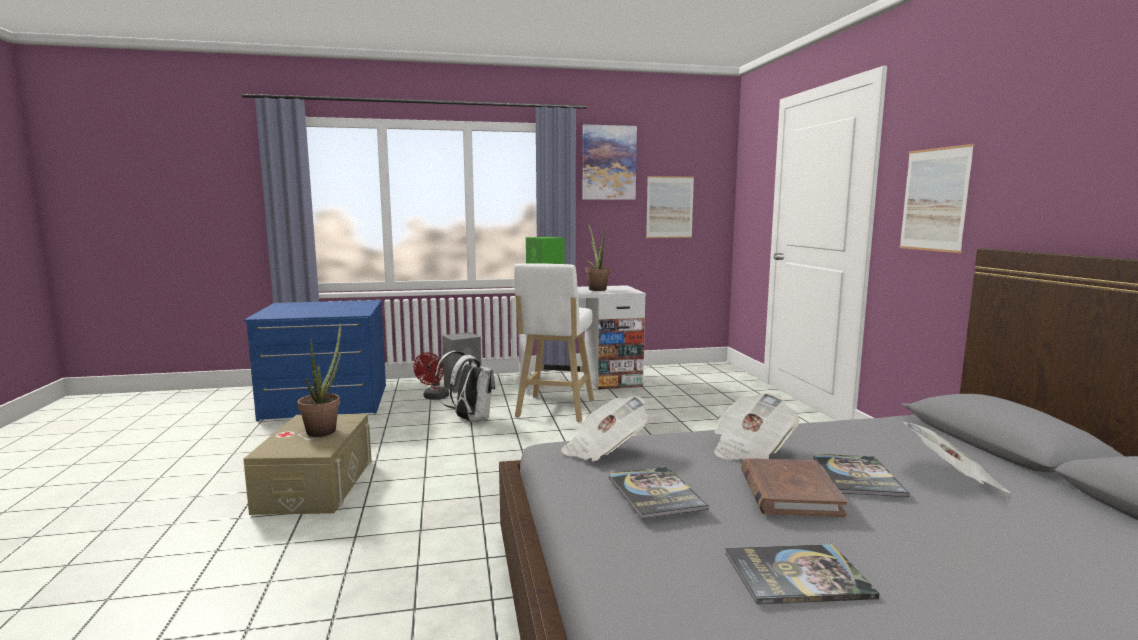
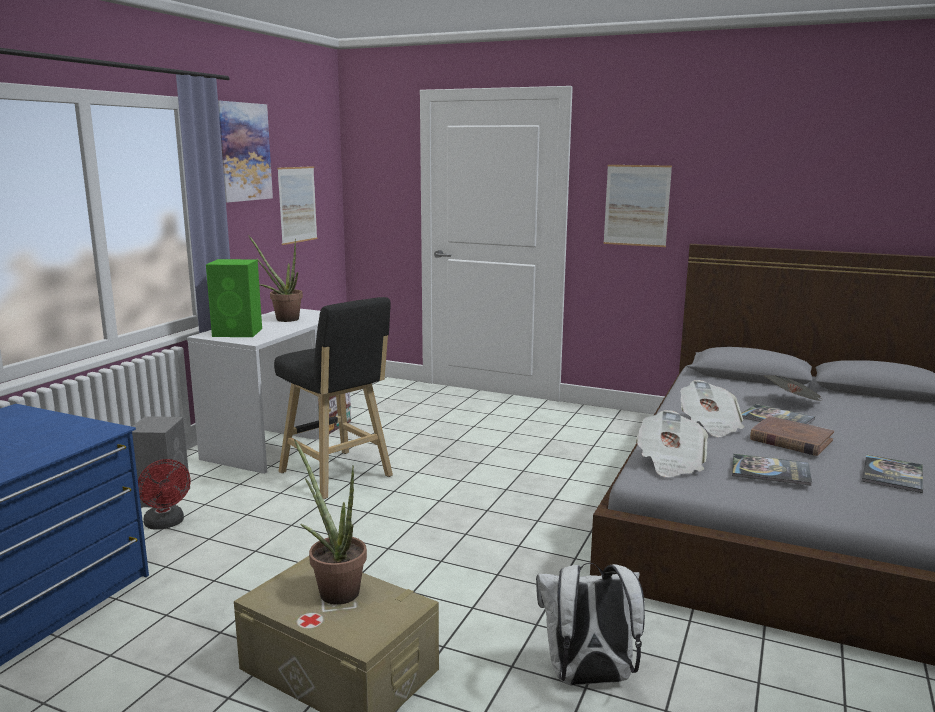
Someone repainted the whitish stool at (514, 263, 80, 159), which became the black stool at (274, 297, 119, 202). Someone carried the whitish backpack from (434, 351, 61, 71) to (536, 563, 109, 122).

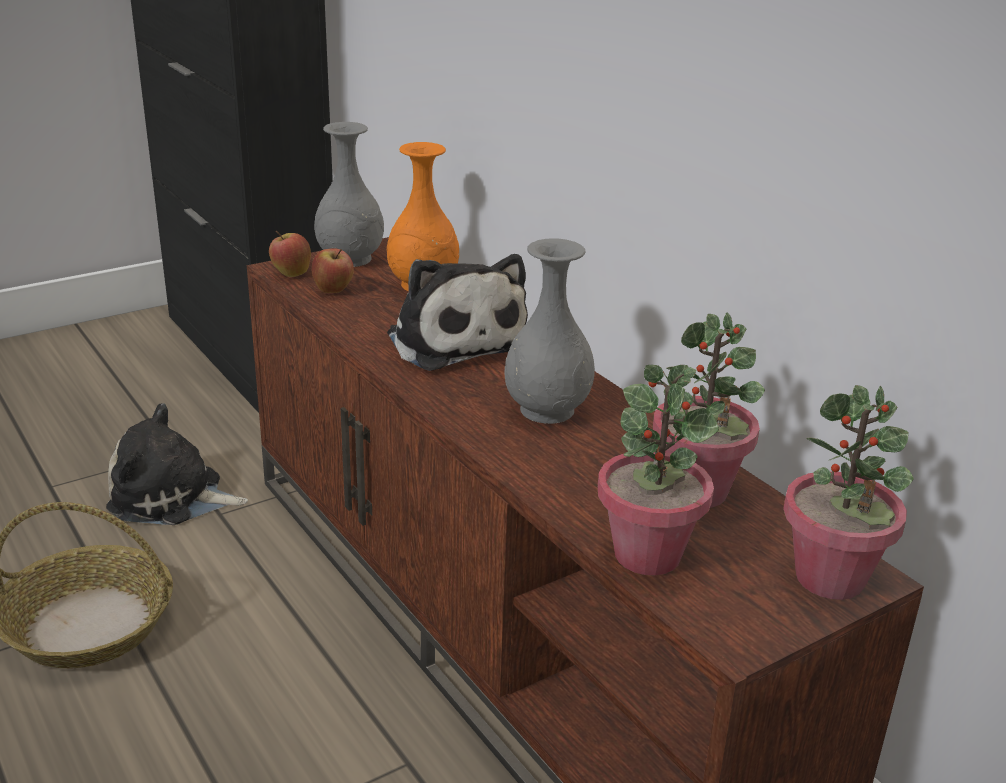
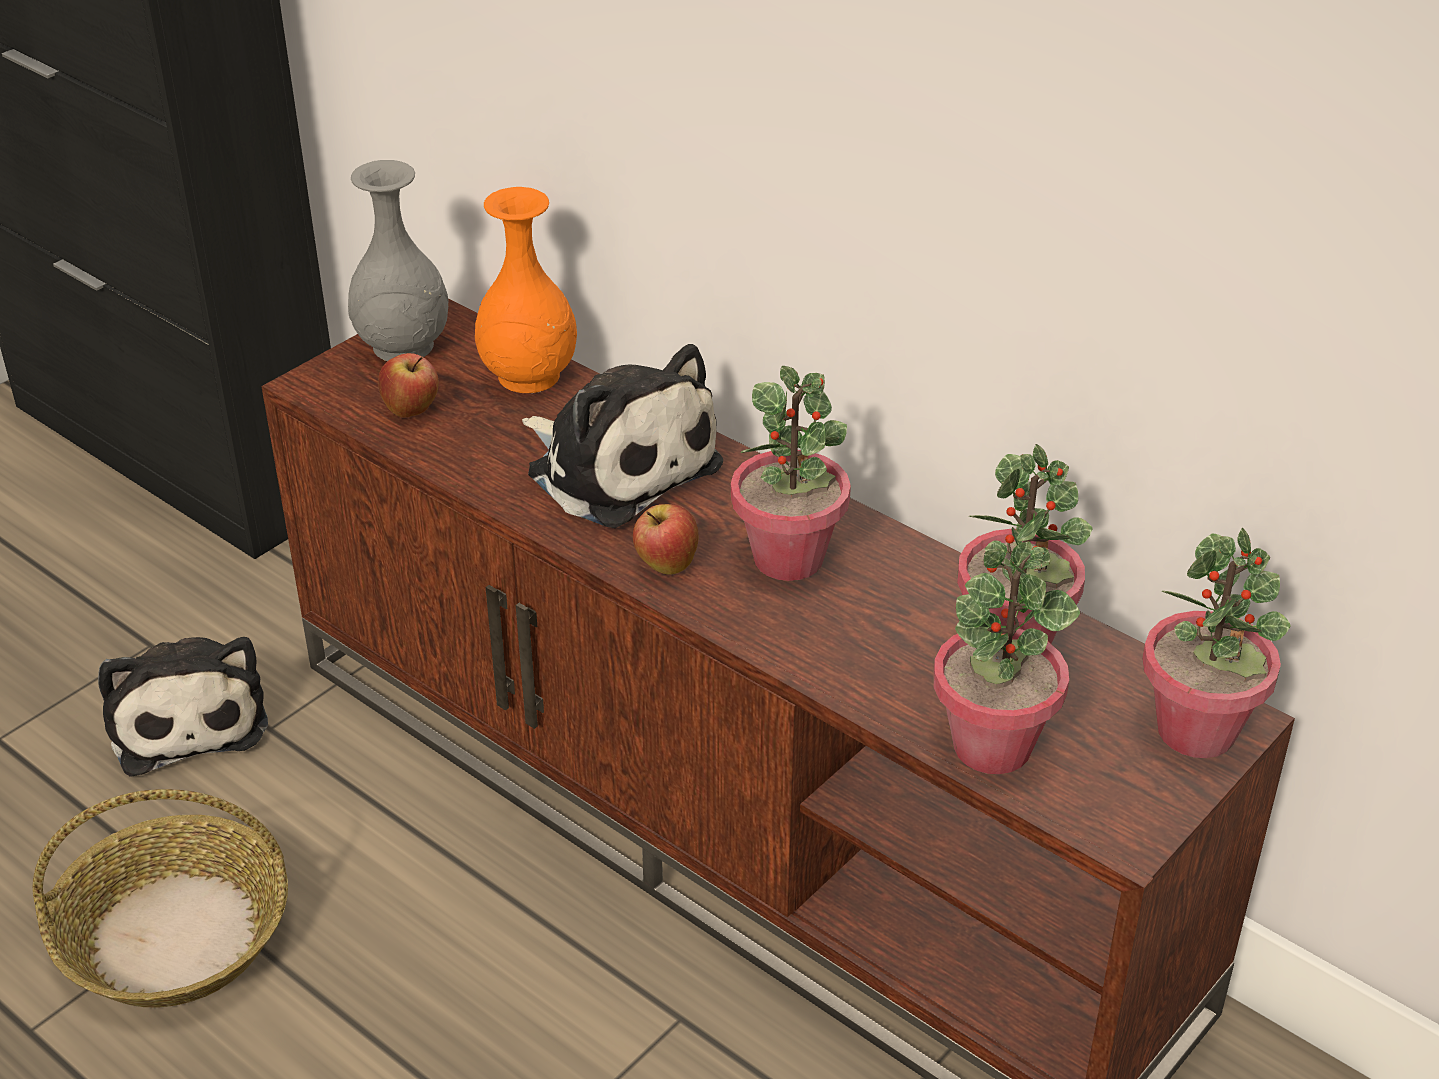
Someone carried the apple fruit from (269, 230, 42, 47) to (633, 504, 66, 71). Someone swapped the grey vase at (504, 239, 91, 185) for the houseplant at (731, 366, 120, 215). Someone rotated the soft toy at (106, 403, 142, 122) by 105 degrees counterclockwise.

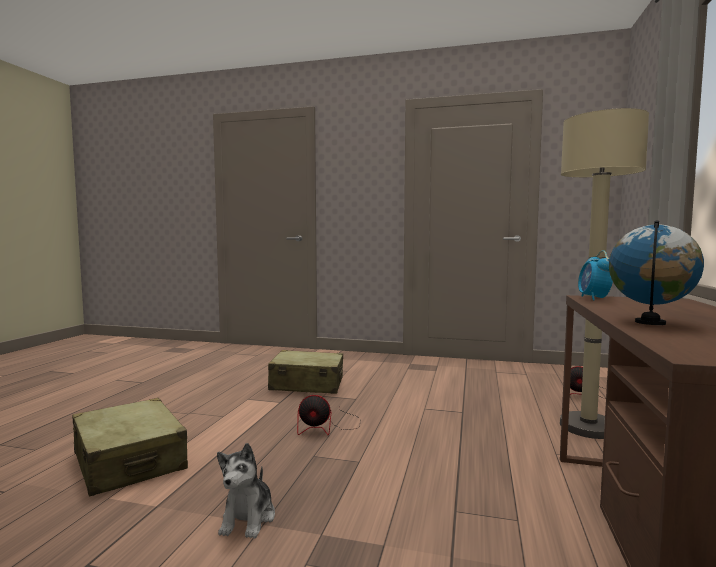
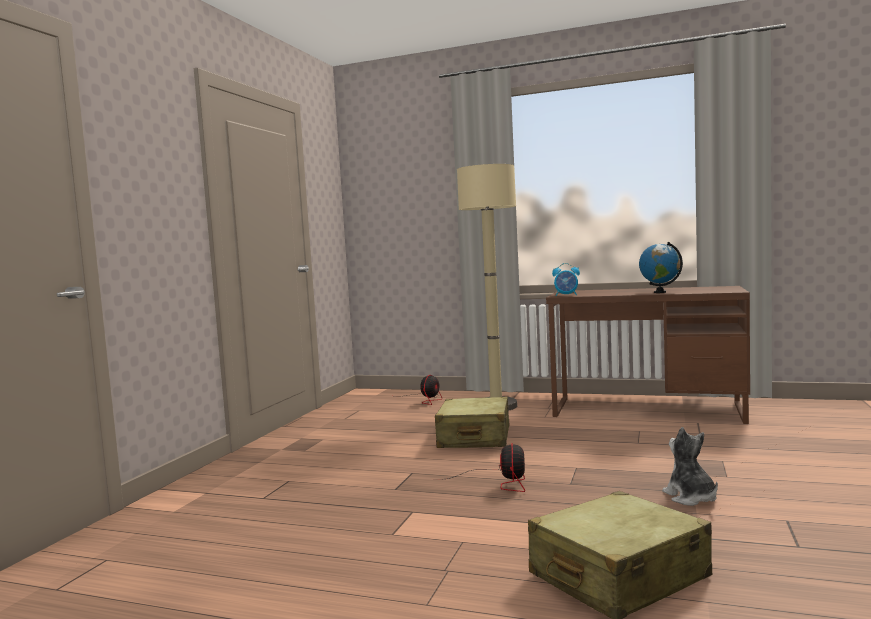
Someone carried the beige piece of luggage from (268, 350, 75, 44) to (435, 397, 75, 51). Someone rotated the soft toy at (217, 443, 58, 96) by 120 degrees counterclockwise.

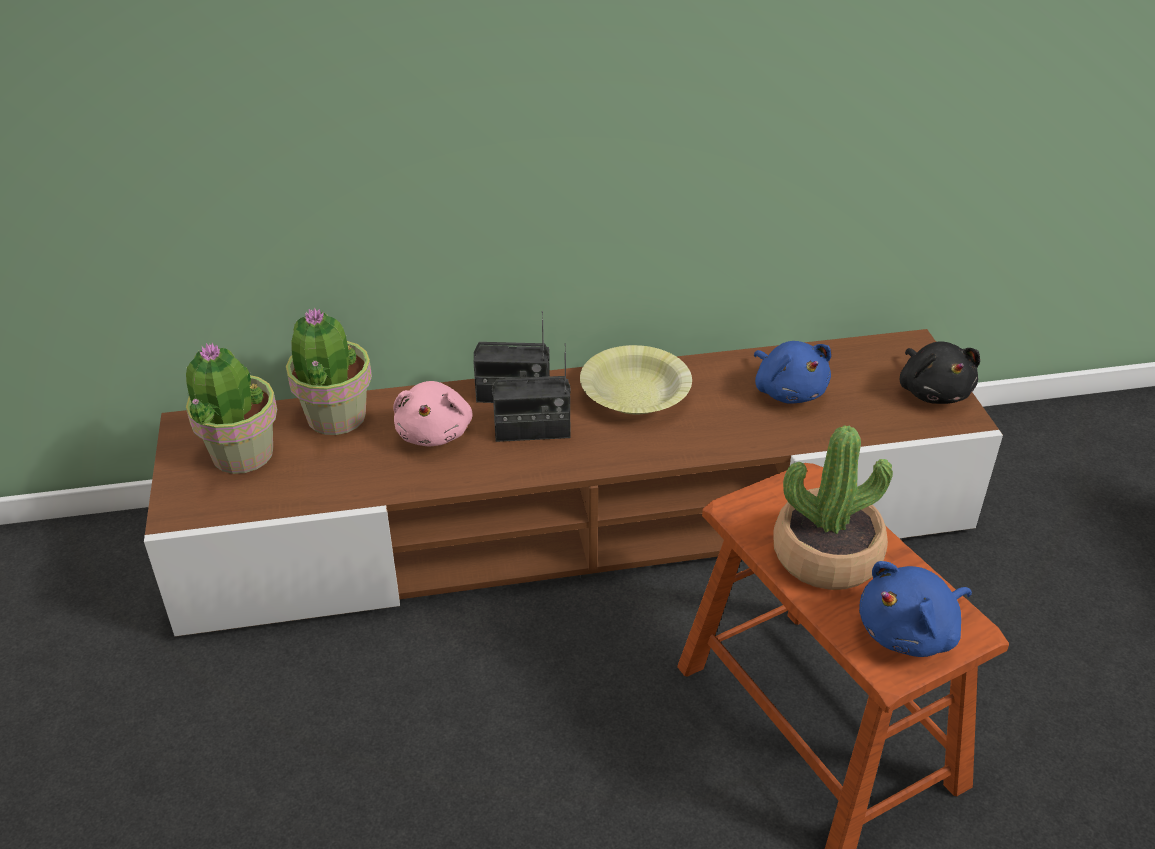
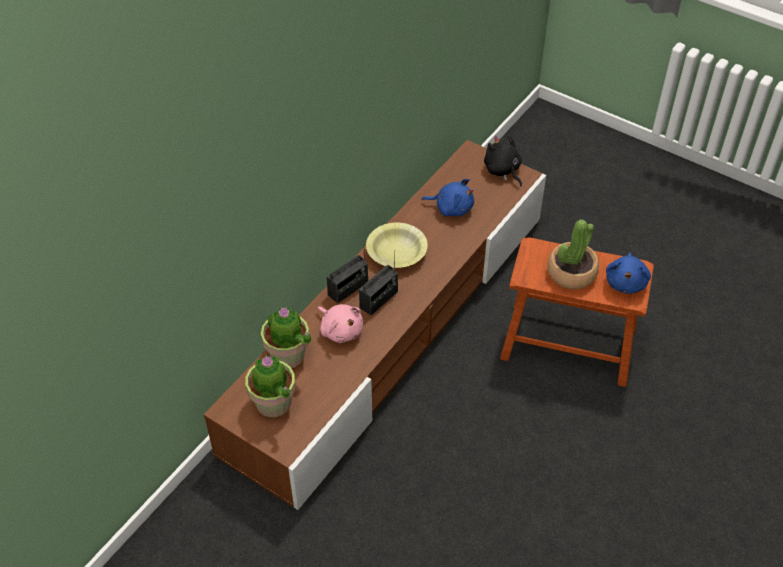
Someone rotated the black soft toy at (900, 341, 80, 63) by 150 degrees counterclockwise.

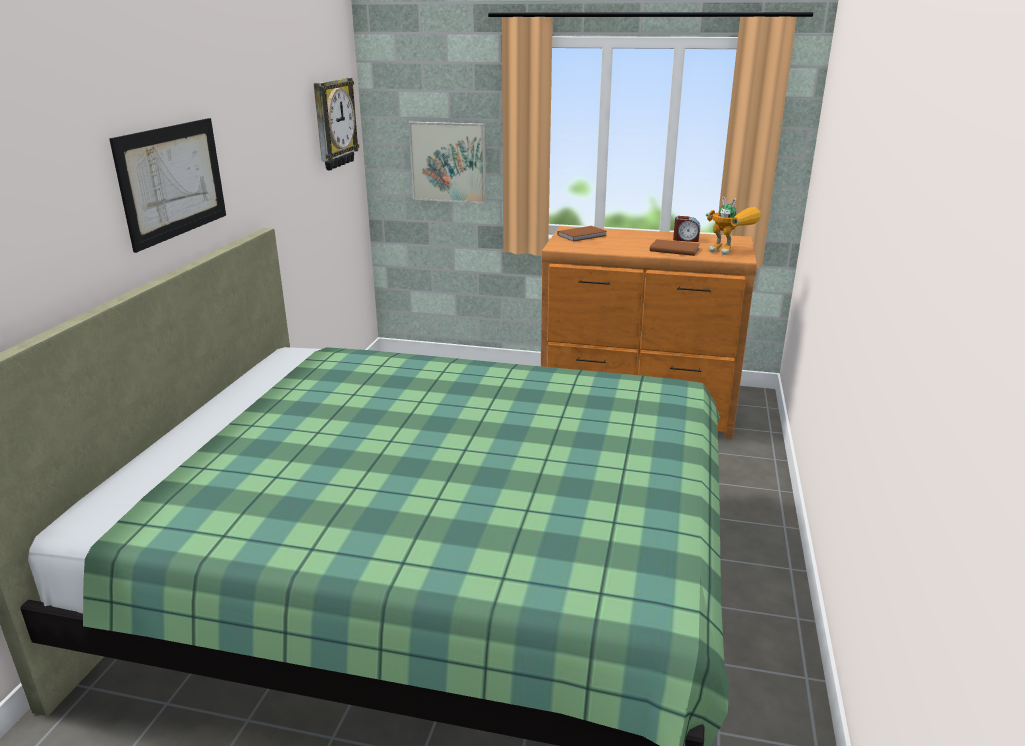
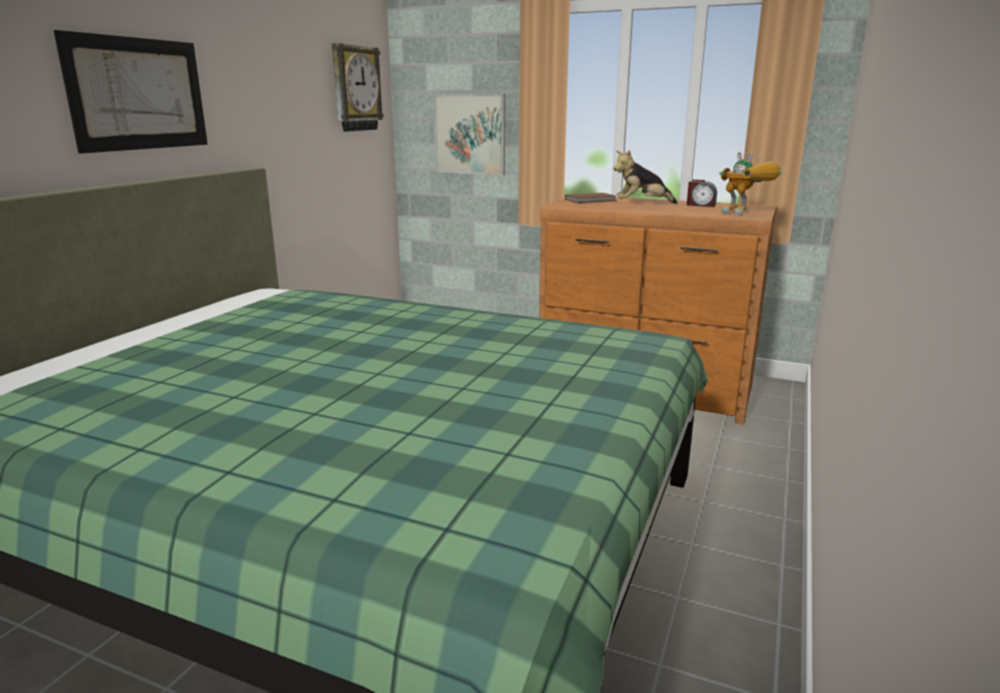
Someone took away the brown book at (650, 239, 49, 17). Someone put down the soft toy at (613, 150, 64, 54).

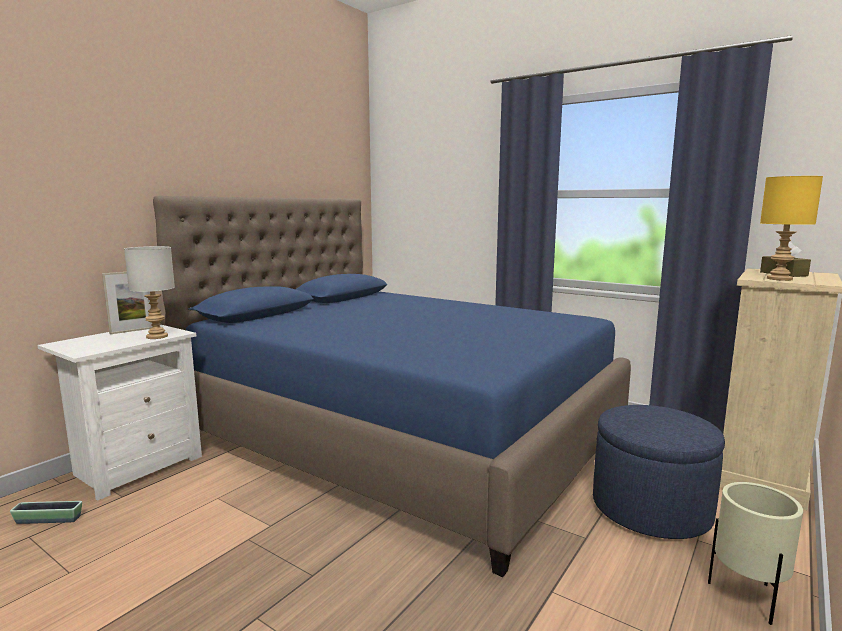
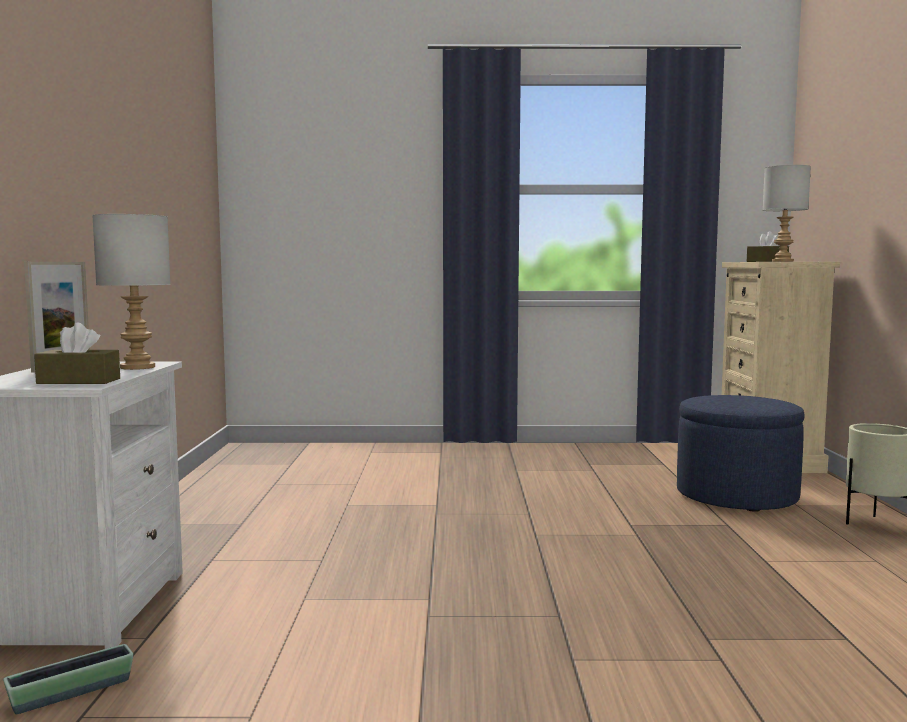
Someone repainted the yellowish tabletop lamp at (760, 176, 63, 105), which became the grey tabletop lamp at (763, 165, 48, 97). Someone took away the bluish bedroom bed at (153, 196, 478, 381). Someone put down the brown tissue box at (34, 322, 86, 62).

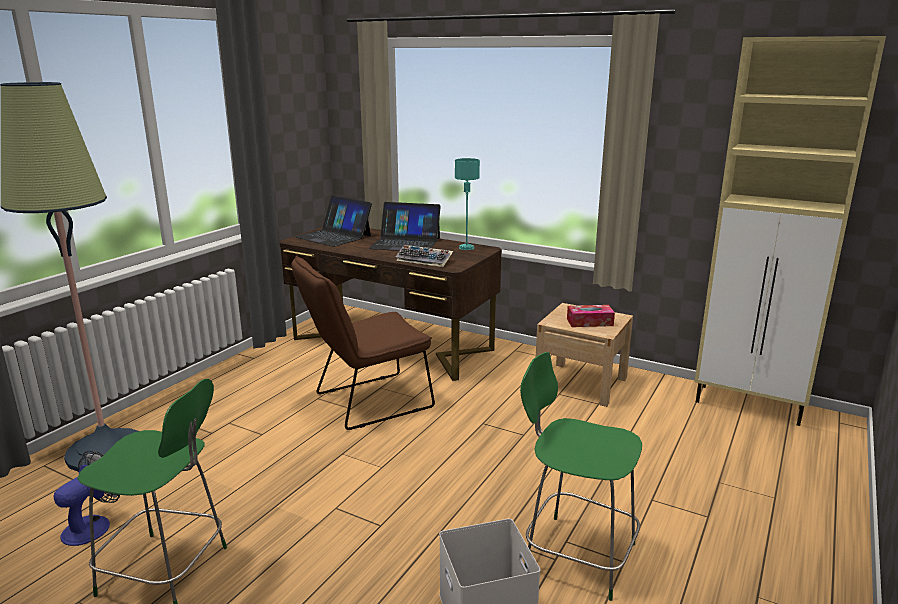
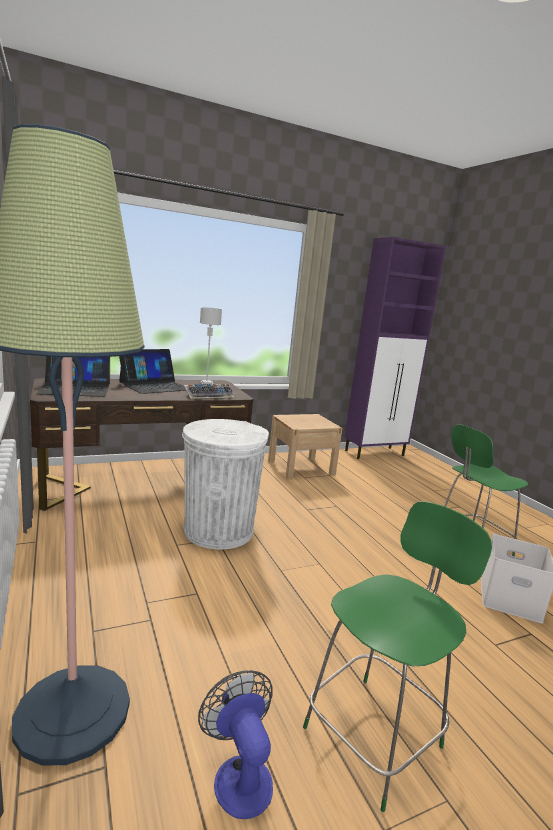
Someone repainted the beige cupboard at (695, 36, 191, 390), which became the purple-coloured cupboard at (345, 237, 101, 222). Someone repainted the blue-green tabletop lamp at (455, 158, 25, 92), which became the grey tabletop lamp at (200, 307, 22, 77). Someone swapped the brown upright chair at (291, 256, 144, 174) for the whitish waste bin at (182, 419, 87, 130). Someone took away the tissue box at (567, 305, 48, 22).

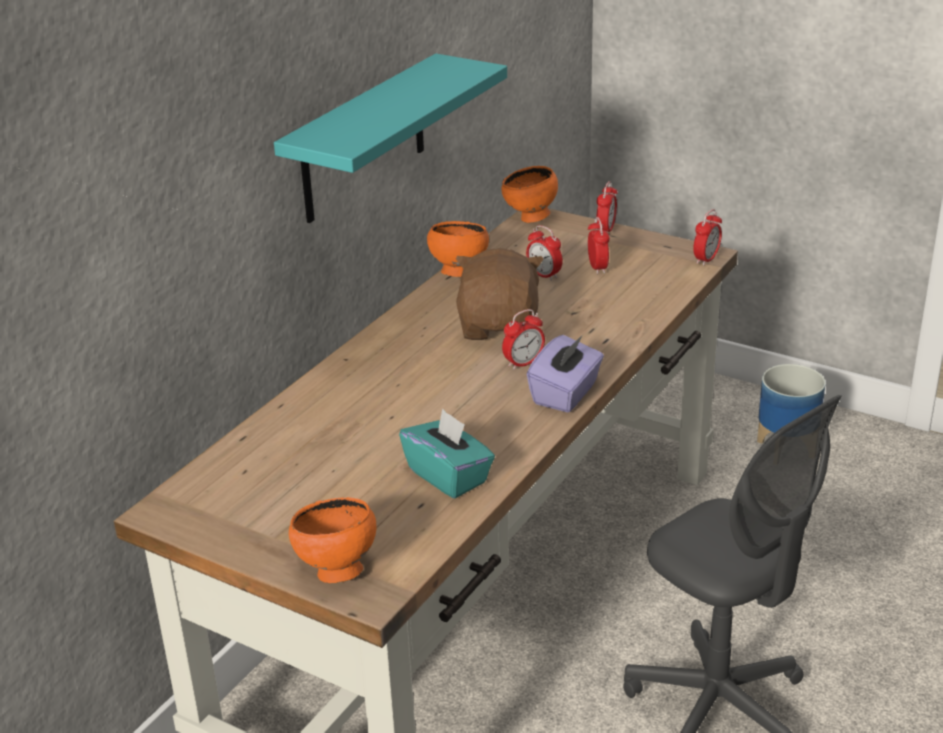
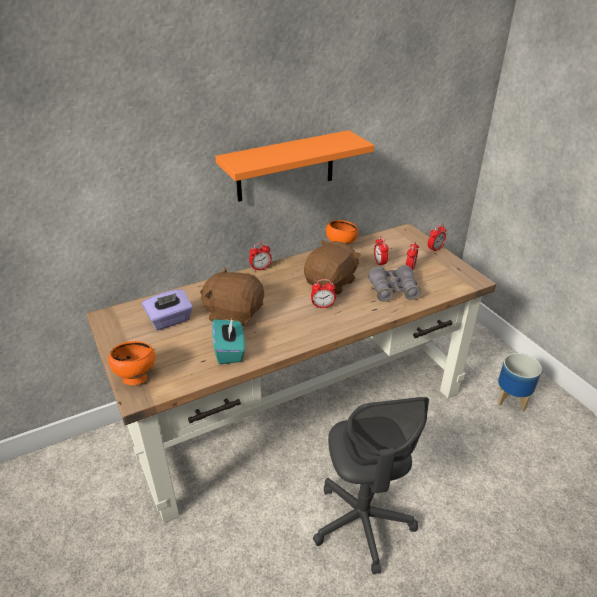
Someone repainted the blue-green bracket shelf at (274, 54, 233, 169), which became the orangey bracket shelf at (215, 130, 159, 72). Someone took away the orangey bowl at (501, 166, 57, 57). Someone carried the bedside clock from (693, 209, 29, 57) to (249, 242, 23, 29). Someone carried the purple-coloured tissue box from (527, 335, 77, 78) to (142, 289, 51, 41). Someone put down the grey field glasses at (368, 265, 53, 37). Someone put down the brown soft toy at (200, 268, 64, 58).

